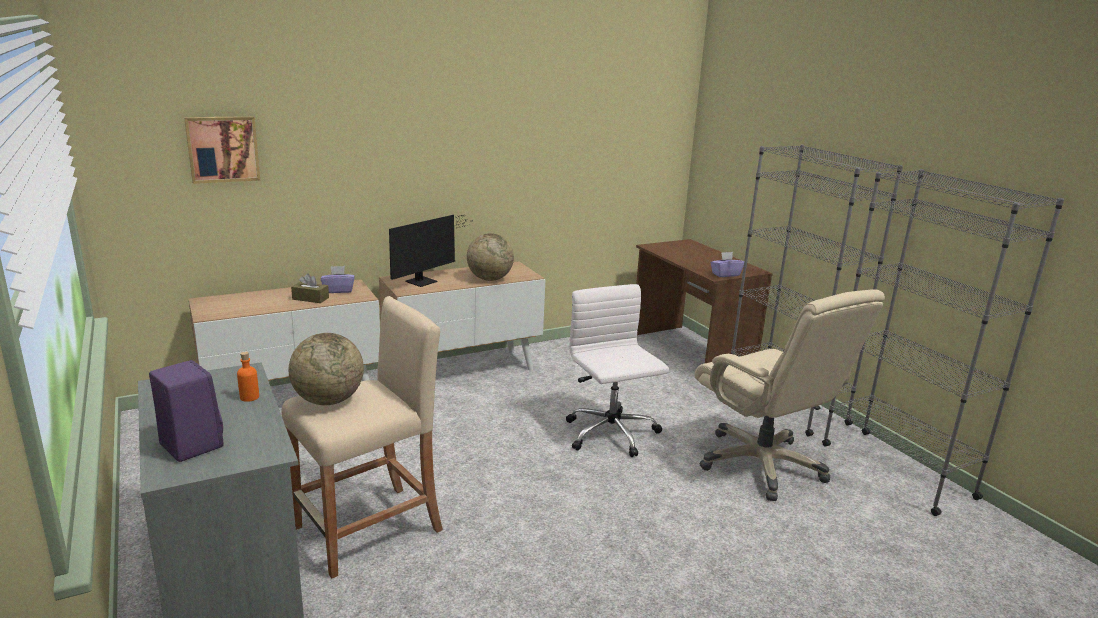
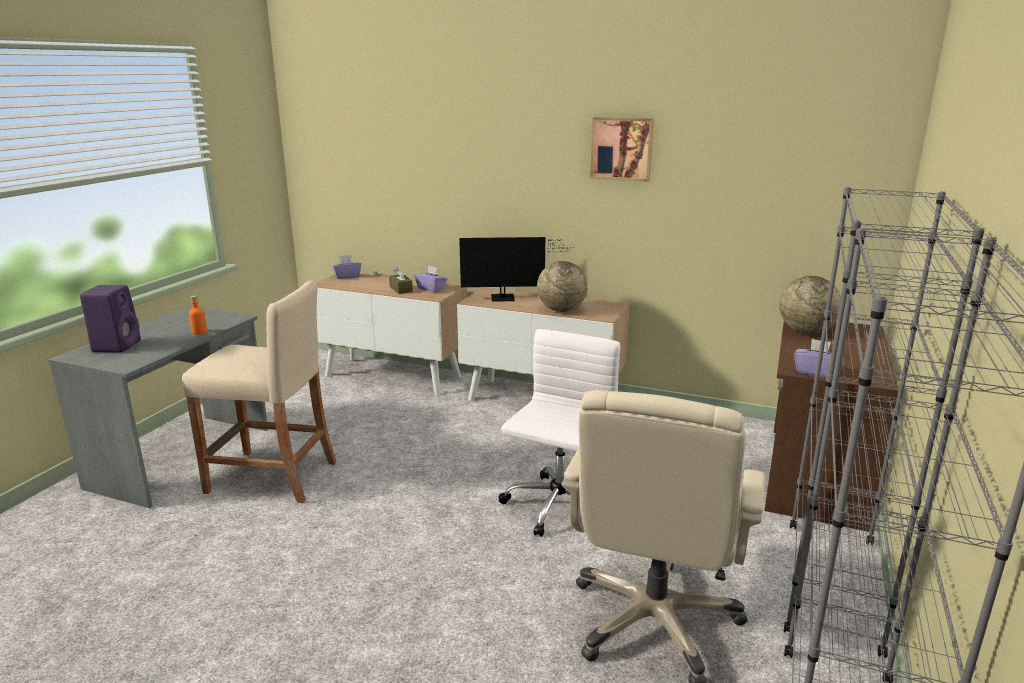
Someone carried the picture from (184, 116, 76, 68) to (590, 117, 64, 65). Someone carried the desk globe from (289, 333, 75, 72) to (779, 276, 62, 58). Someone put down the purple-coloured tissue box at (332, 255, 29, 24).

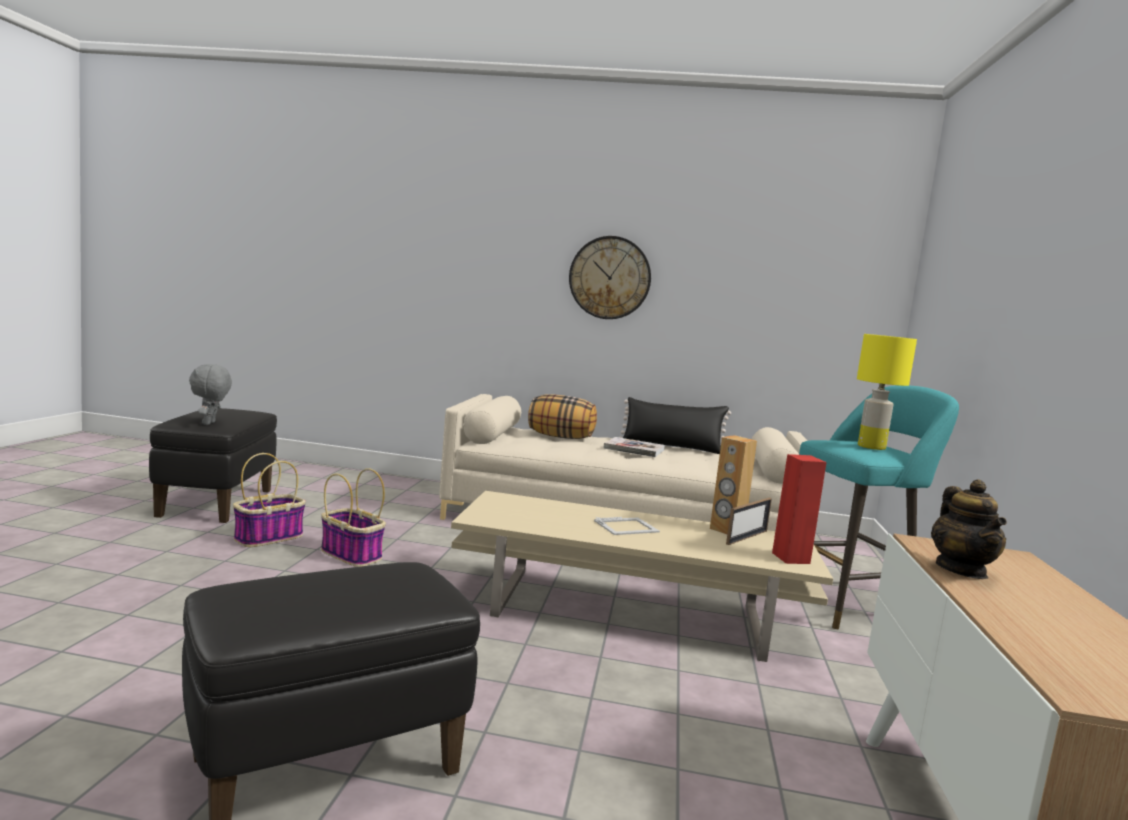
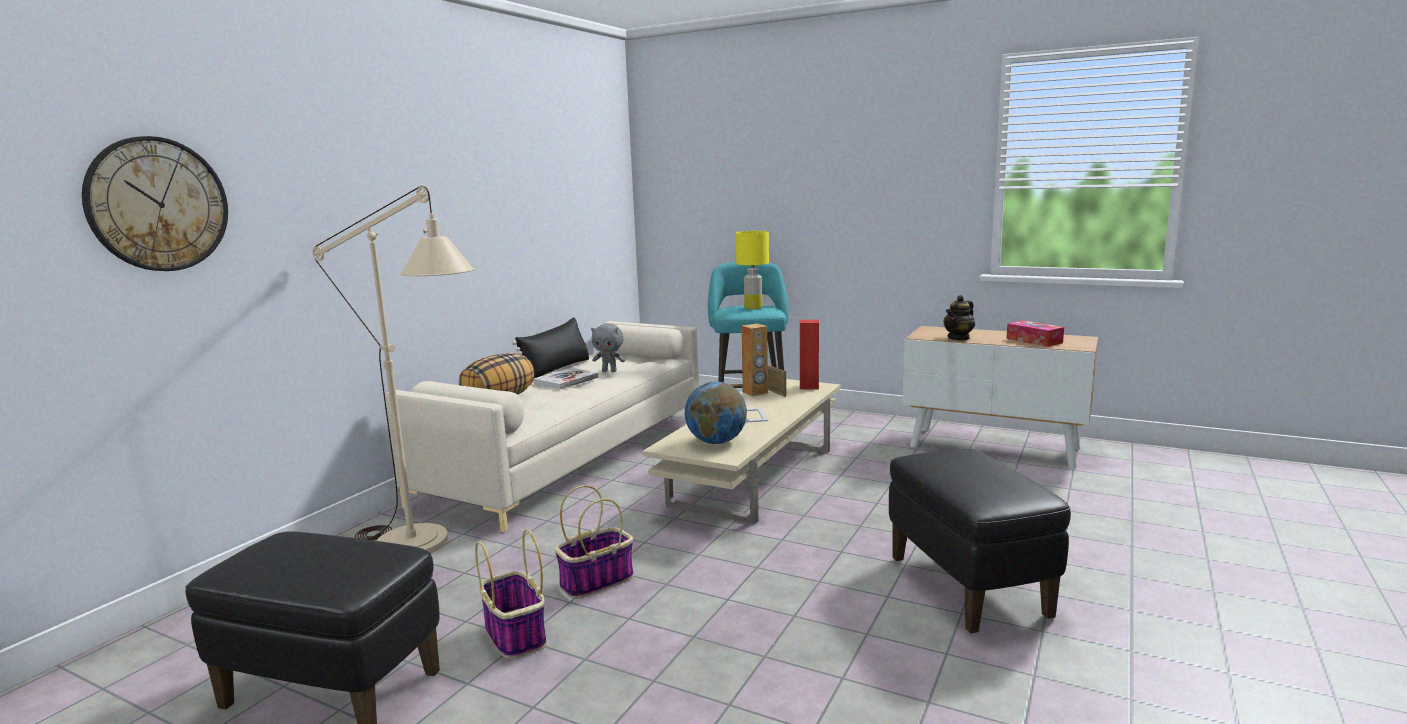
Someone carried the wall clock from (569, 236, 82, 83) to (82, 136, 146, 135). Someone carried the grey soft toy from (189, 364, 43, 61) to (591, 323, 34, 49). Someone rotated the pot for tea at (931, 479, 76, 100) by 120 degrees clockwise. Someone put down the beige floor lamp at (312, 186, 163, 367). Someone put down the tissue box at (1006, 320, 58, 27). Someone put down the desk globe at (685, 382, 62, 62).

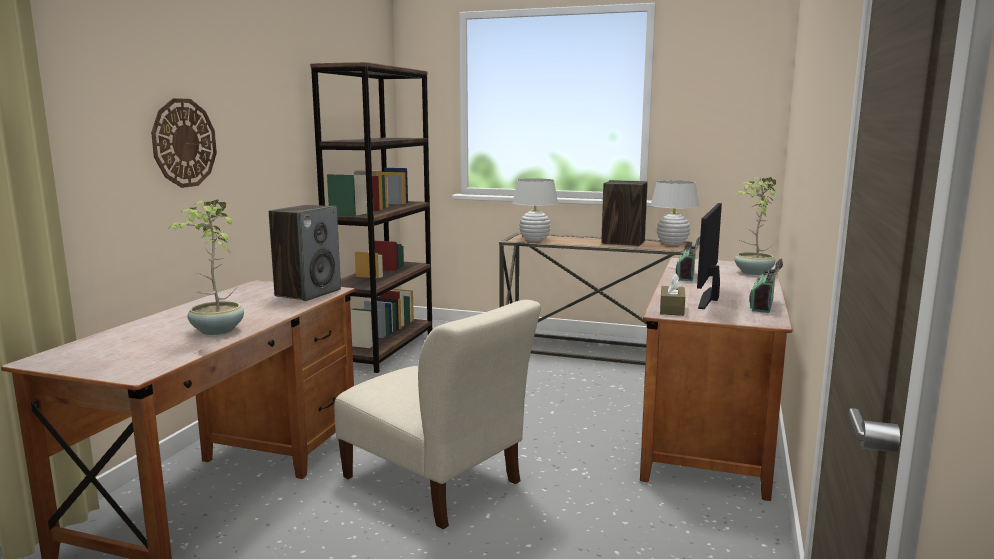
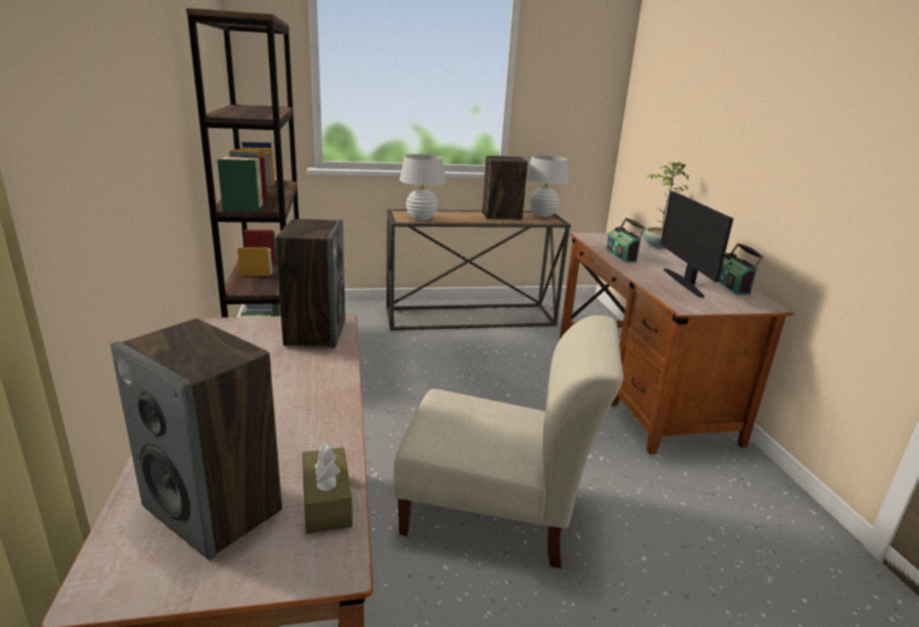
Someone took away the wall clock at (151, 98, 66, 90). Someone took away the houseplant at (168, 199, 76, 136). Someone carried the brown tissue box from (660, 274, 25, 42) to (302, 441, 51, 93). Someone put down the speaker at (110, 319, 172, 241).

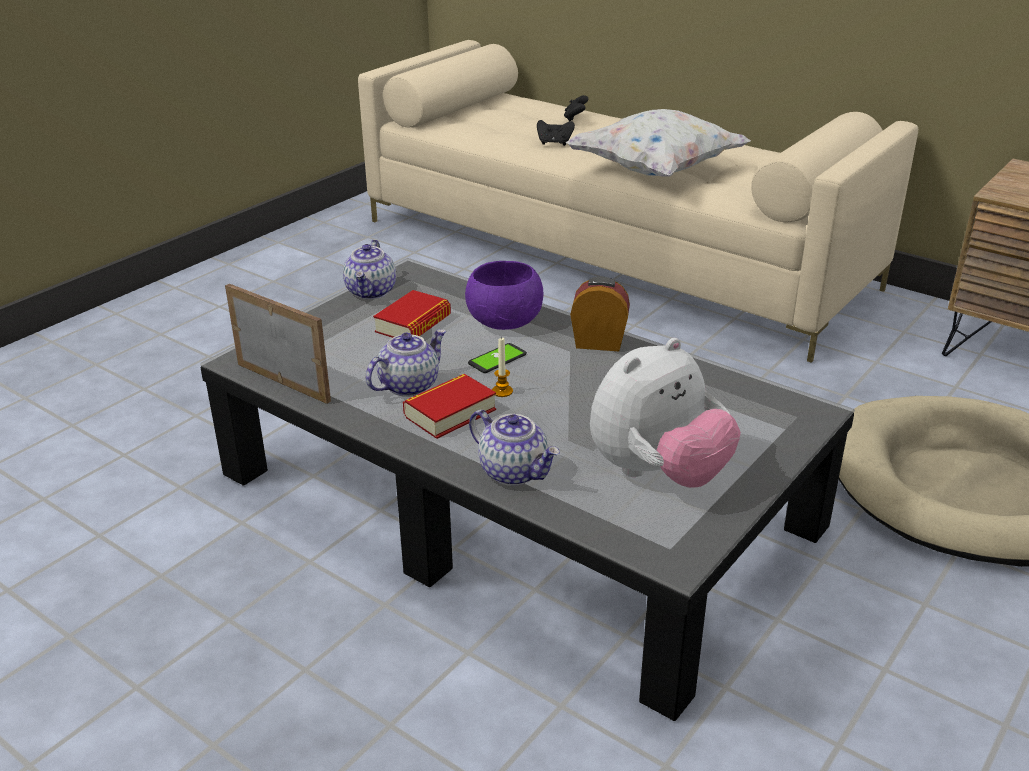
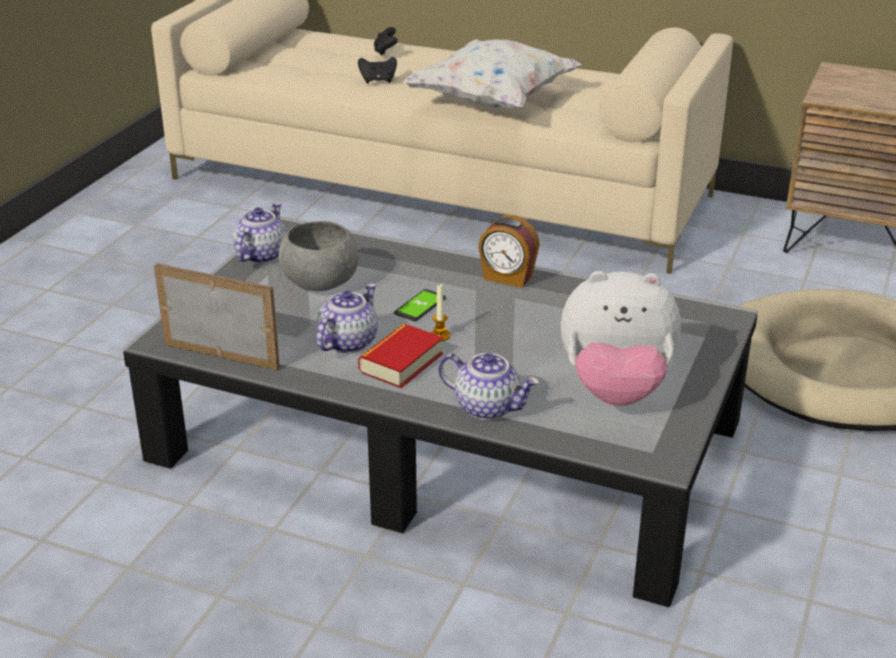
Someone rotated the pot for tea at (343, 240, 53, 59) by 150 degrees counterclockwise. Someone took away the purple-coloured bowl at (465, 261, 78, 69). Someone rotated the bedside clock at (570, 276, 60, 75) by 150 degrees counterclockwise. Someone swapped the book at (373, 290, 78, 48) for the grey bowl at (279, 221, 80, 70). Someone rotated the soft toy at (590, 338, 151, 150) by 60 degrees clockwise.

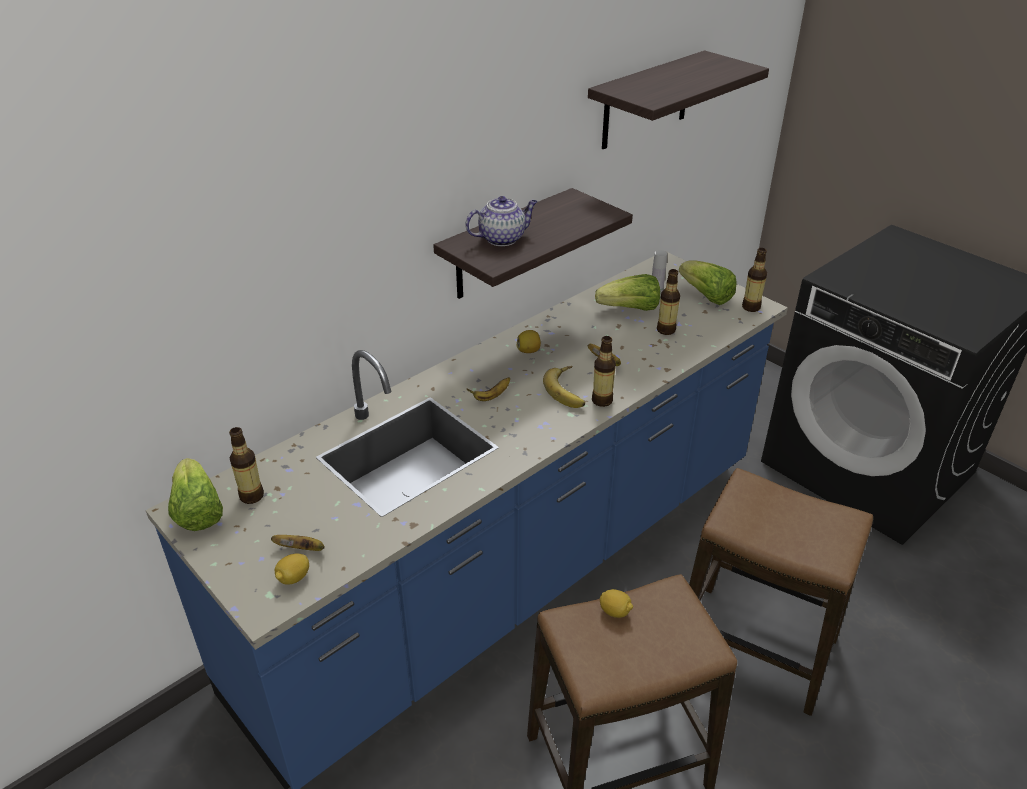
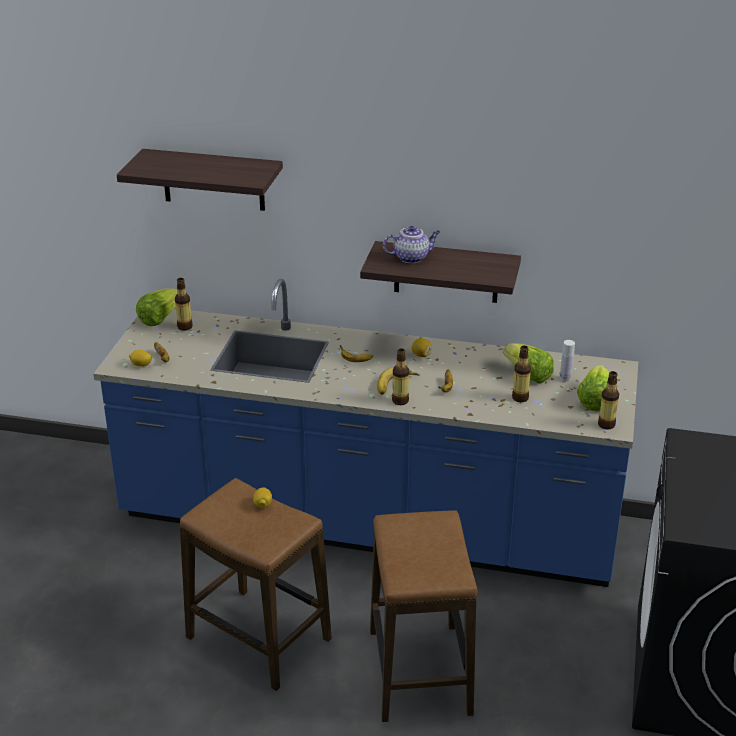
Someone carried the bracket shelf from (588, 51, 181, 98) to (117, 149, 166, 62). Someone rotated the pot for tea at (465, 196, 72, 50) by 45 degrees counterclockwise.

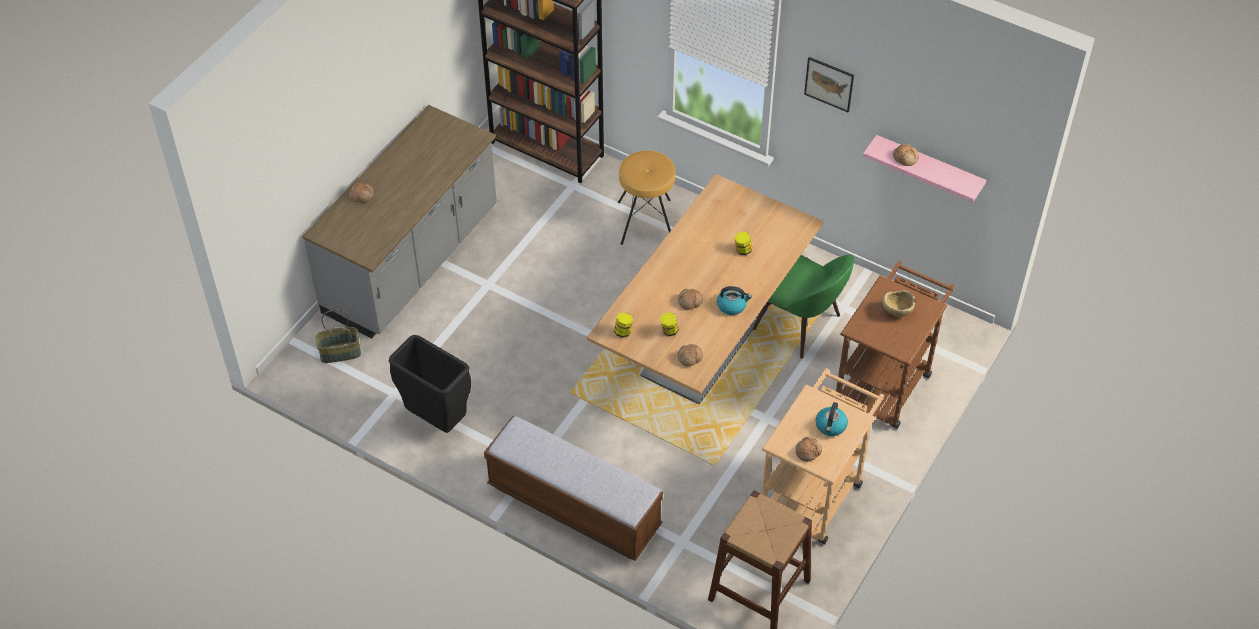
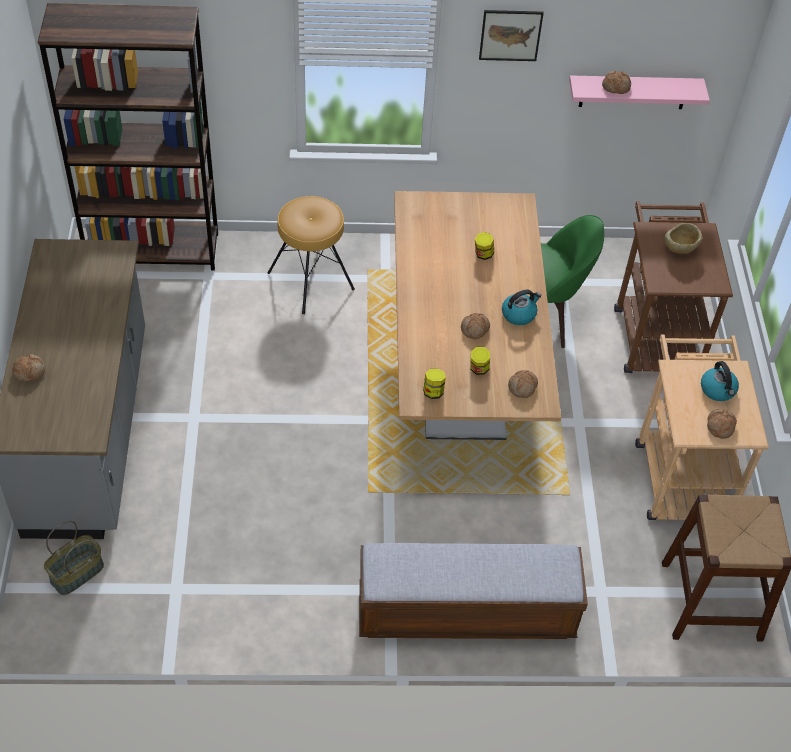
Someone took away the black waste bin at (389, 335, 82, 98).

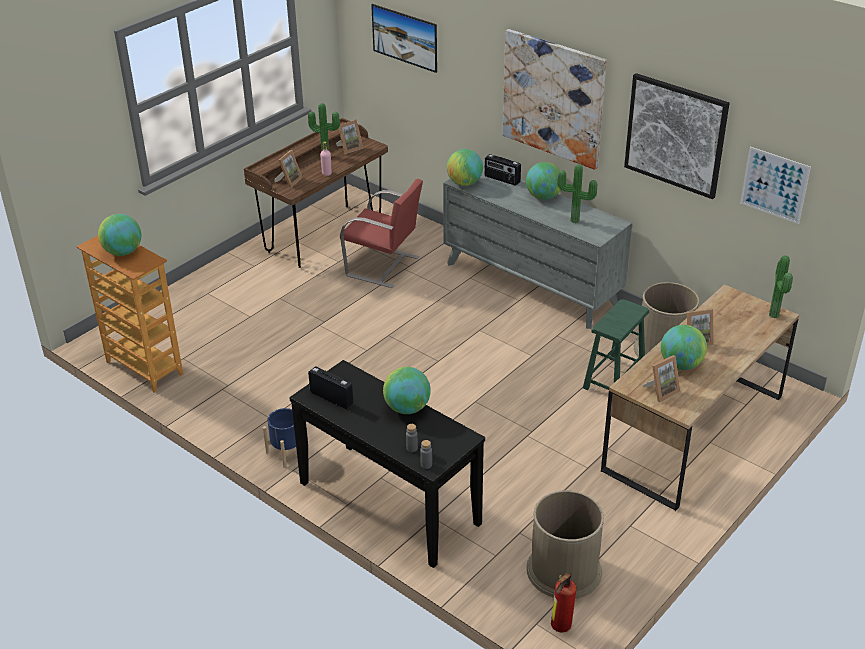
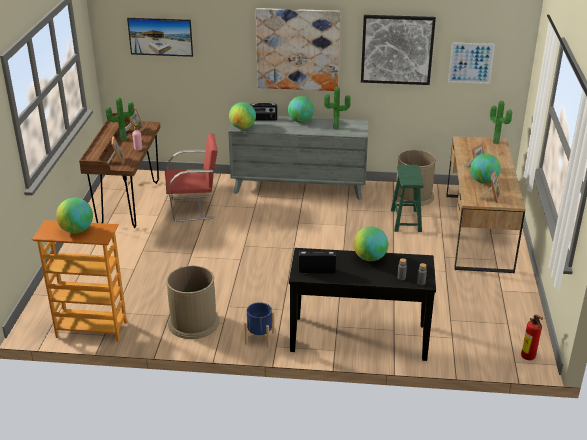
Someone carried the brown waste bin from (526, 490, 78, 109) to (166, 266, 54, 73).

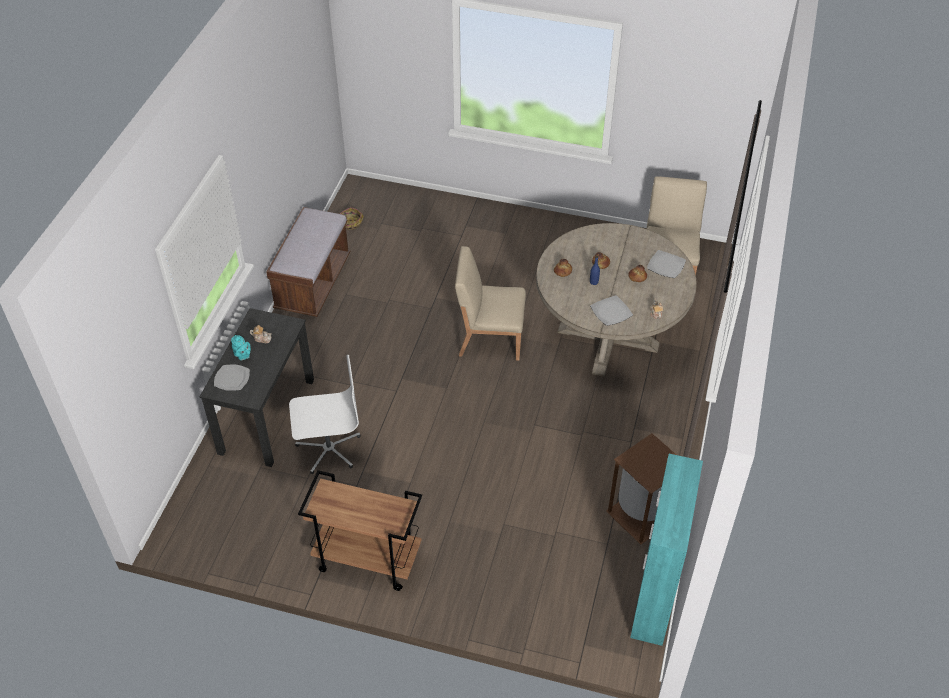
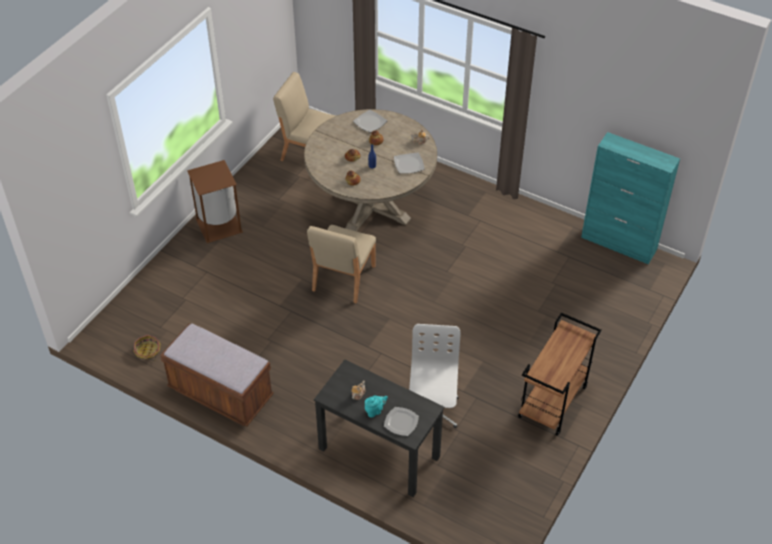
Someone carried the brown waste bin from (606, 433, 70, 111) to (187, 160, 56, 83).

